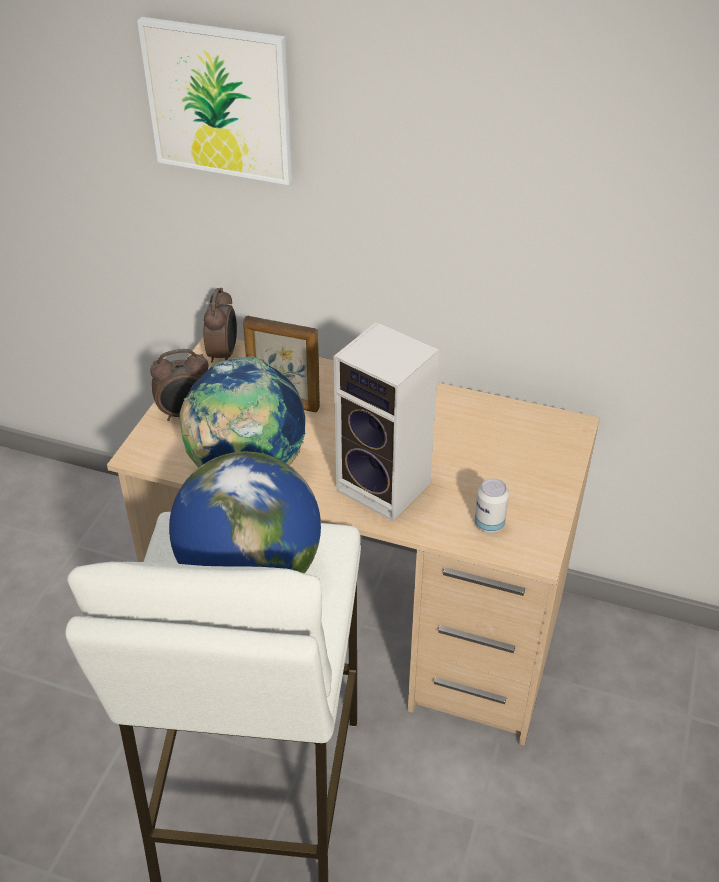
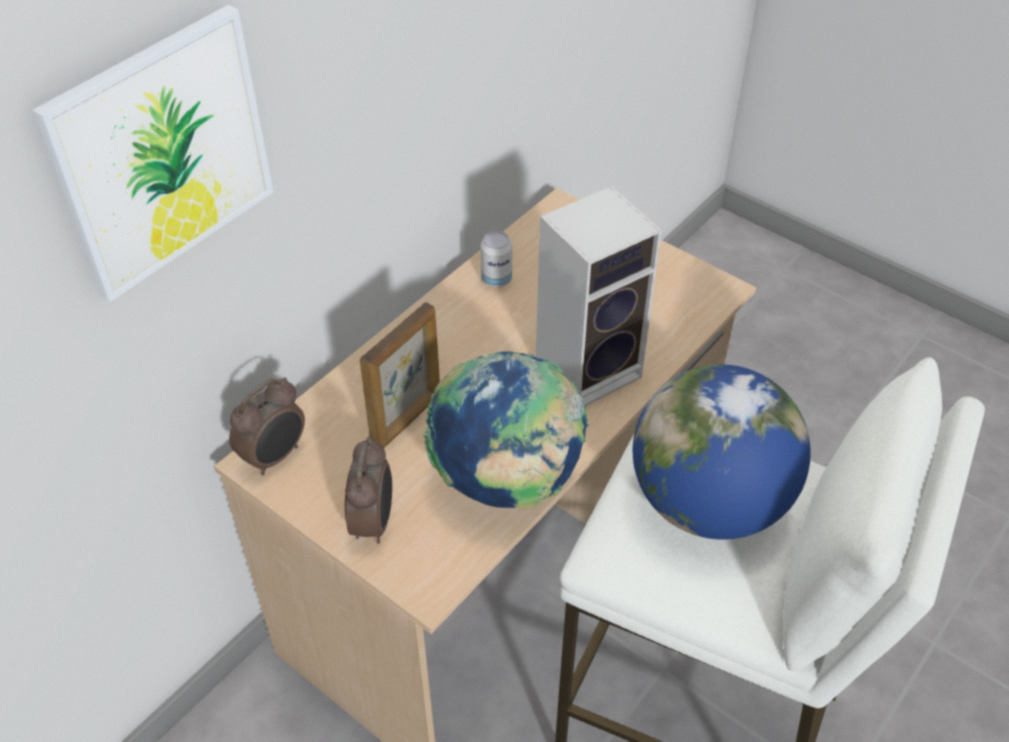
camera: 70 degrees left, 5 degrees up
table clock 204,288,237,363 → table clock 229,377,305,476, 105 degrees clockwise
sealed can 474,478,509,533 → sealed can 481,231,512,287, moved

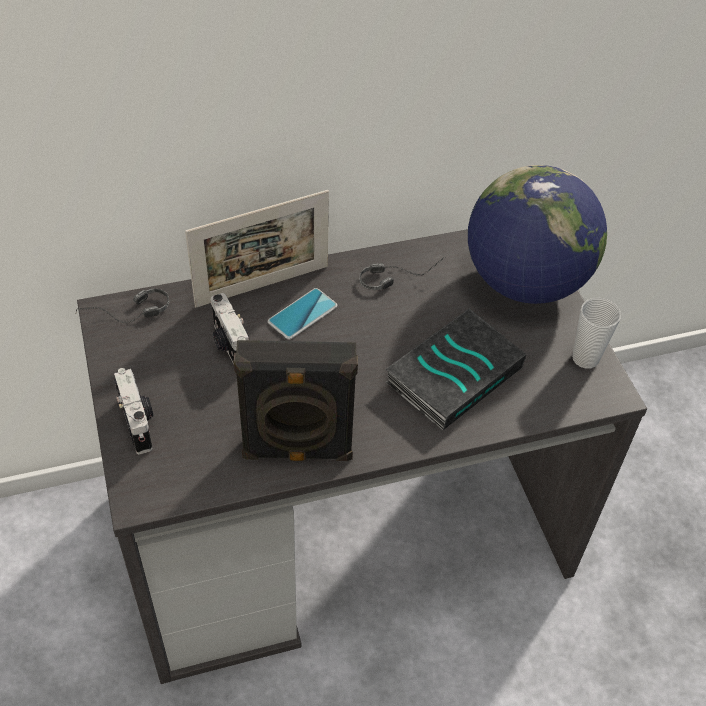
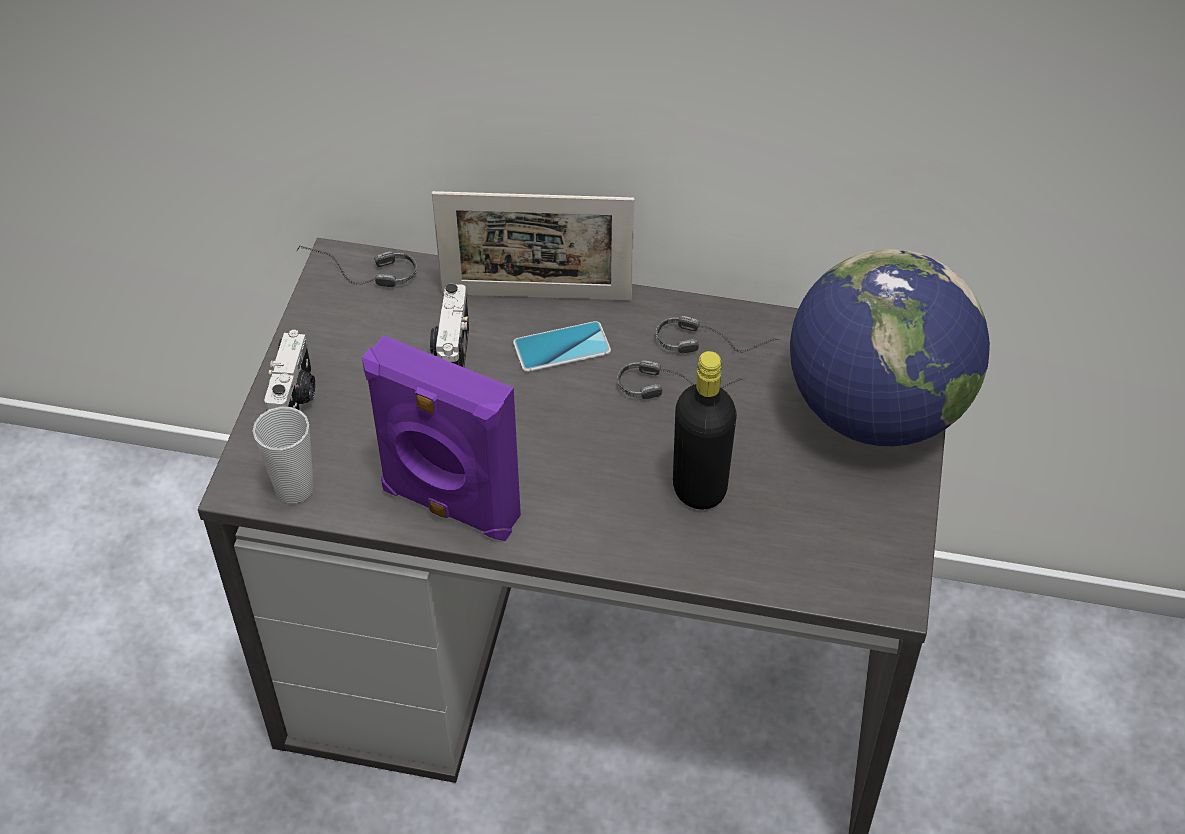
camera: 30 degrees right, 0 degrees up
drinking cup 572,298,621,369 → drinking cup 253,407,314,504, moved
volume 386,308,526,431 → black bottle 673,351,737,510
black speaker 234,340,358,461 → purple-coloured speaker 362,335,521,541
- → pair of headphones 617,360,745,399

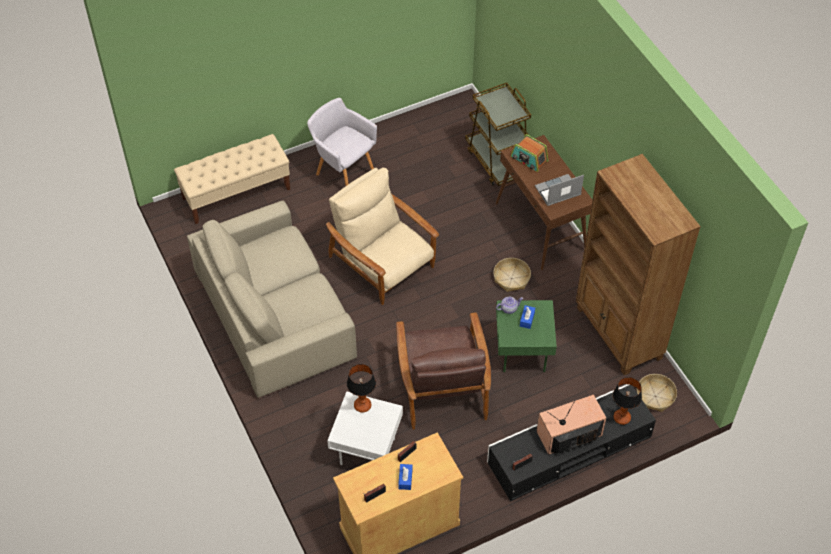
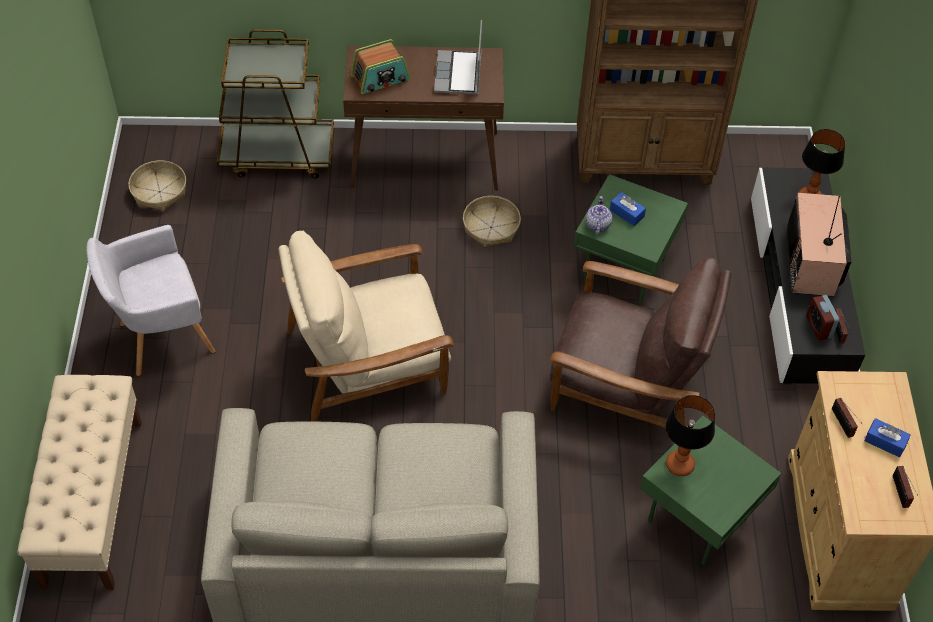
camera: 65 degrees left, 0 degrees up
storage basket 637,374,677,412 → storage basket 128,160,186,211, moved
white accent table 327,392,403,465 → greenish accent table 640,416,781,565
- → table clock 806,295,839,340

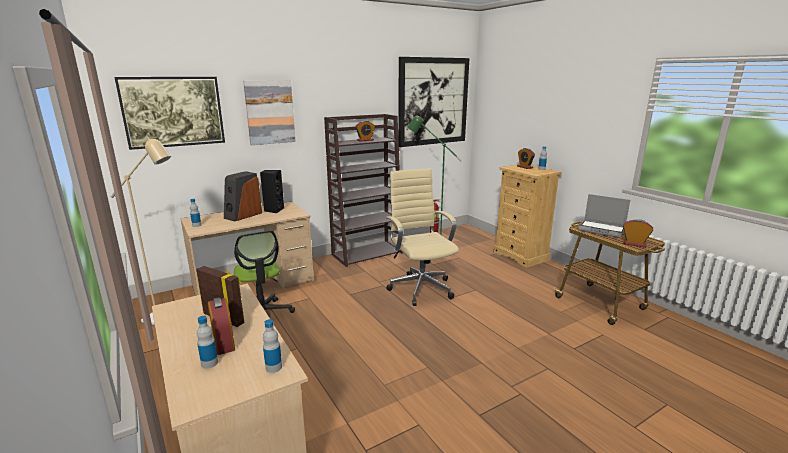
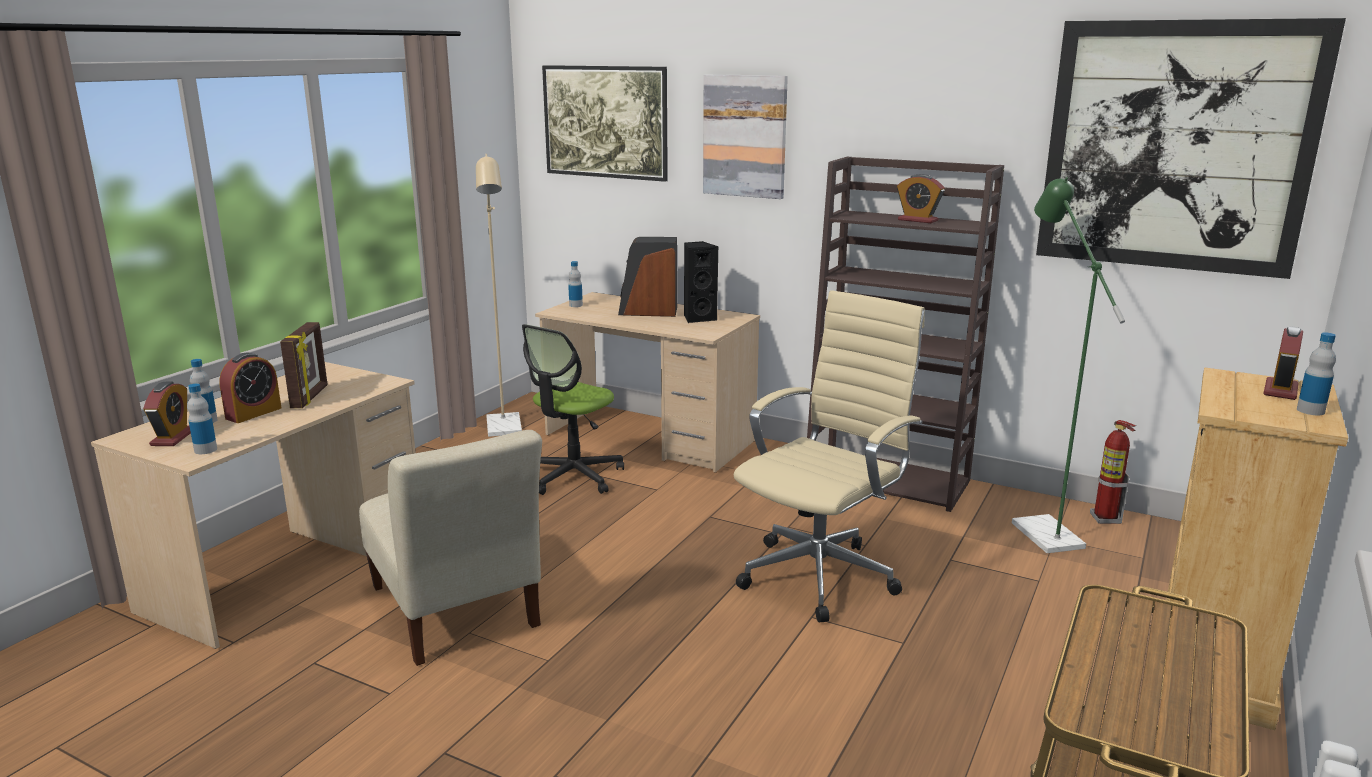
camera: 60 degrees right, 0 degrees up
laptop 578,194,630,238 → -
table clock 623,219,653,248 → table clock 144,382,191,446, moved
- → beige chair 359,430,542,666

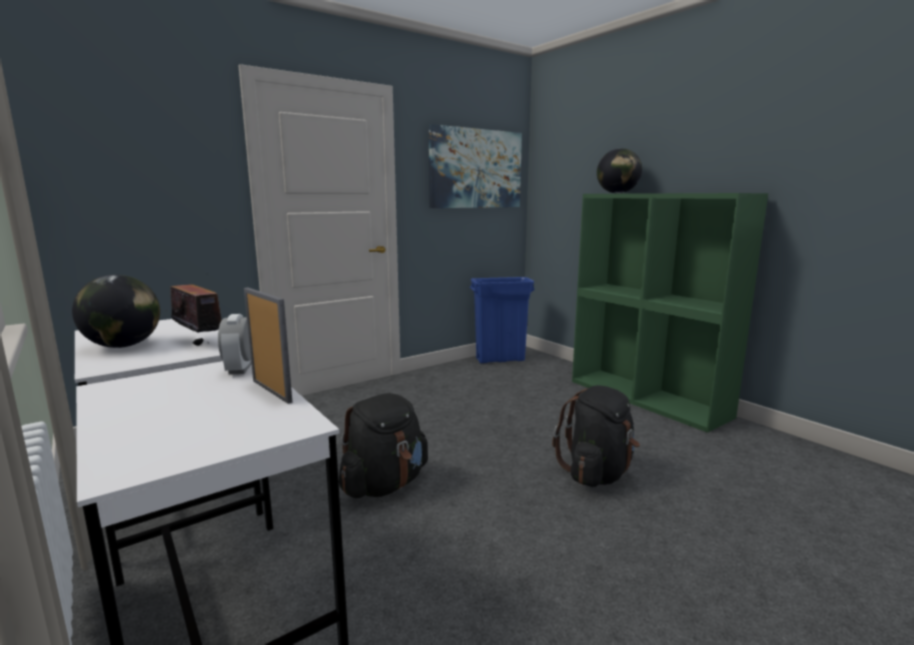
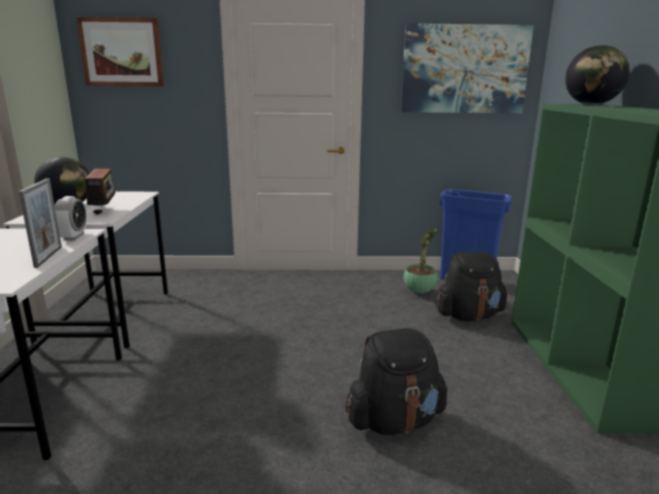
camera: 35 degrees right, 5 degrees up
table clock 218,314,252,375 → table clock 55,196,86,241, 150 degrees clockwise
black knapsack 339,393,428,498 → black knapsack 435,251,507,321, moved
- → wall art 76,17,164,86
- → potted plant 404,229,438,294

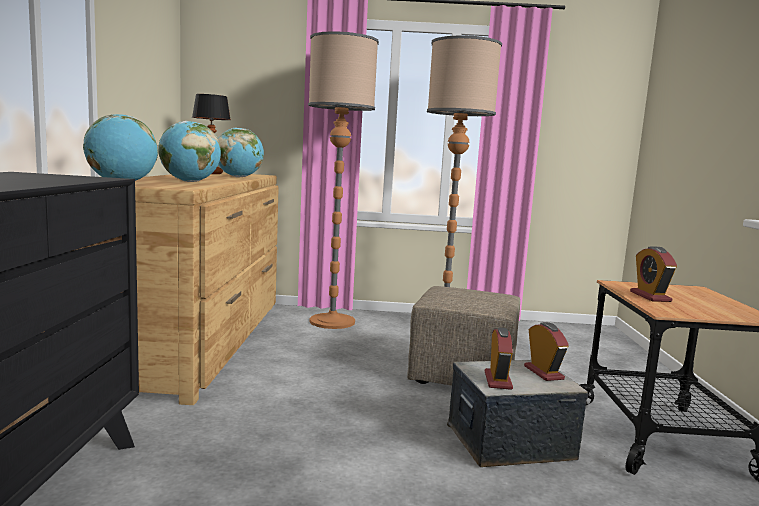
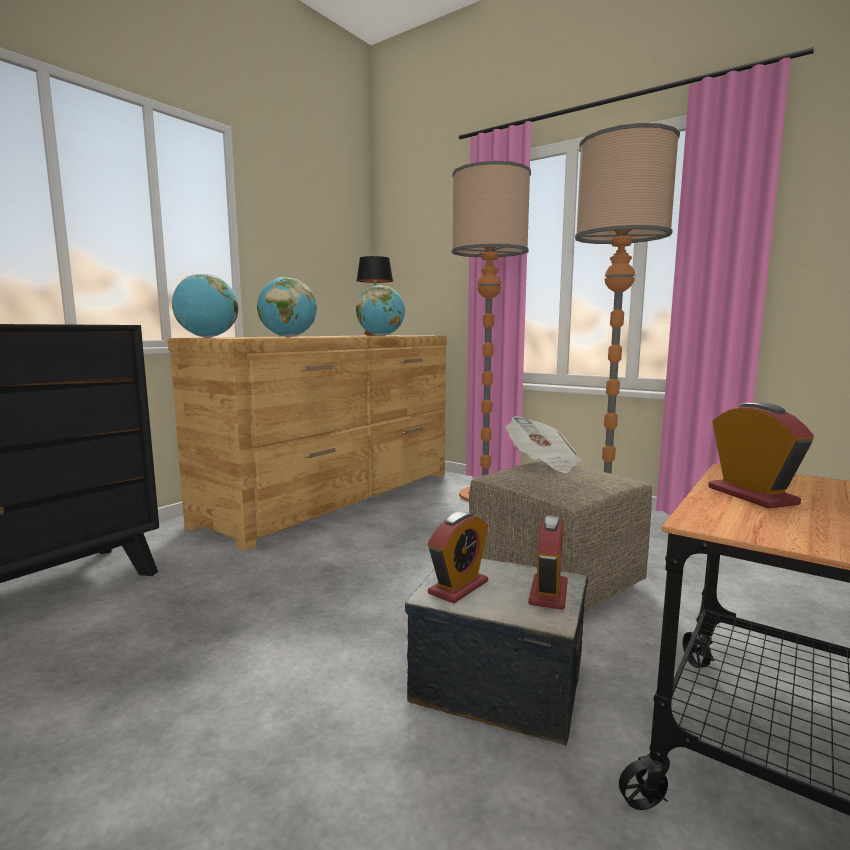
camera: 35 degrees right, 0 degrees up
table clock 630,246,677,302 → table clock 708,402,814,508, 135 degrees clockwise
- → newspaper 506,416,581,473

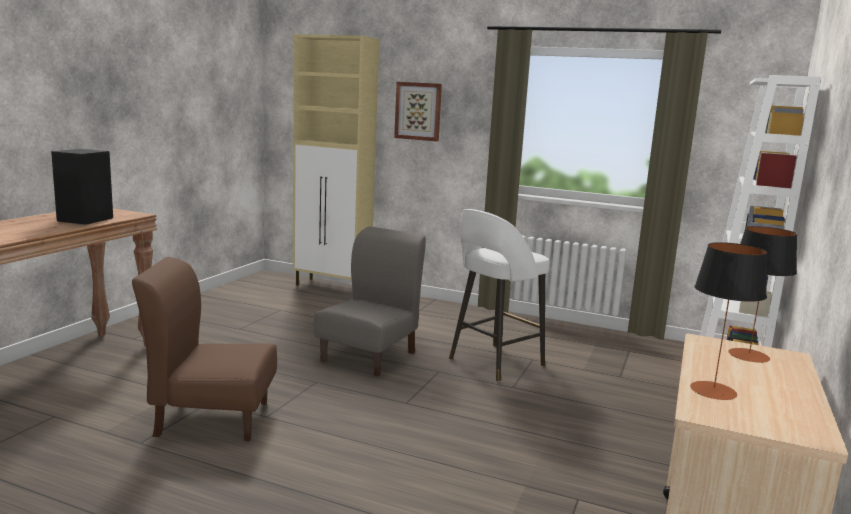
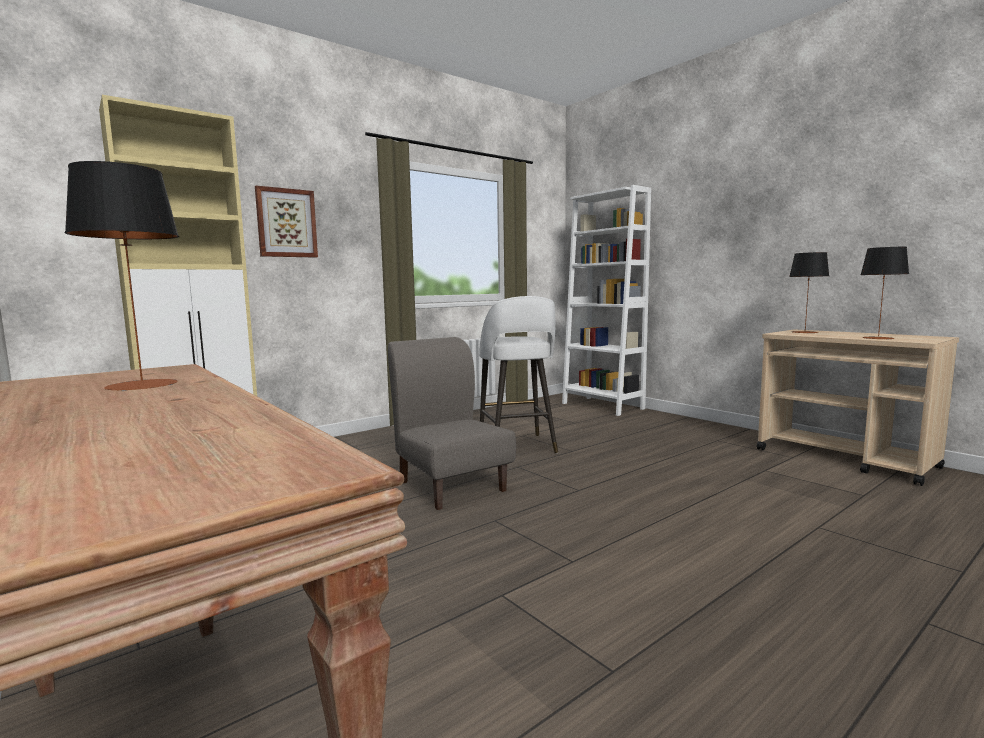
camera: 60 degrees left, 5 degrees down
black speaker 51,149,113,225 → lamp for a table 65,161,179,391
brown-coloured chair 132,257,277,441 → -

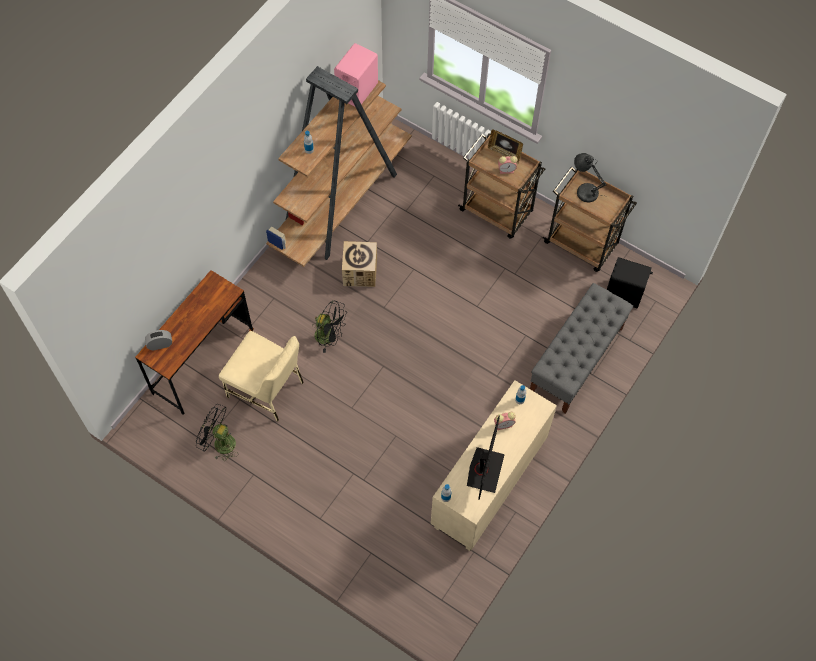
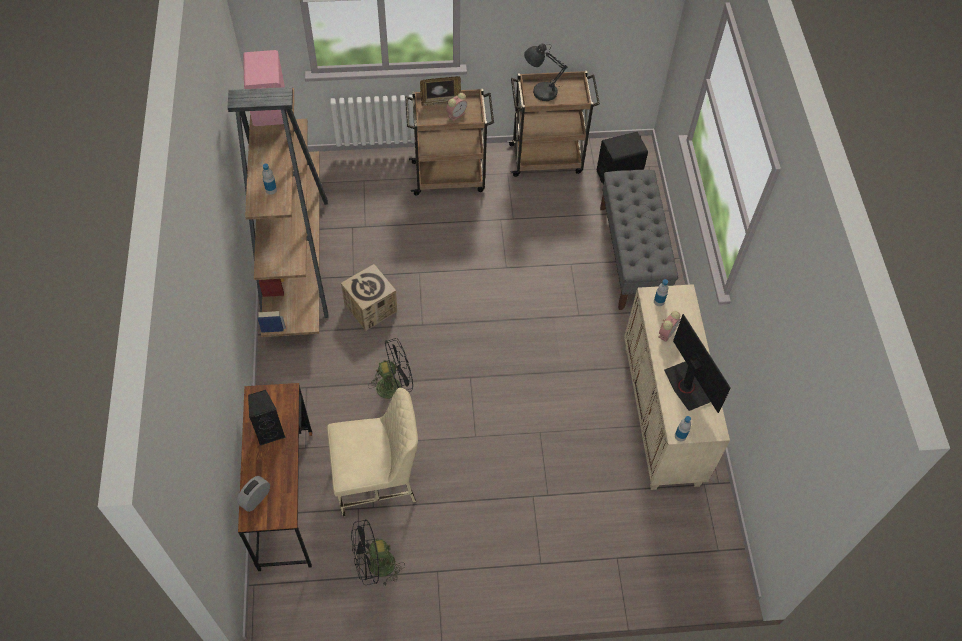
camera: 40 degrees left, 5 degrees down
- → black speaker 248,390,286,445

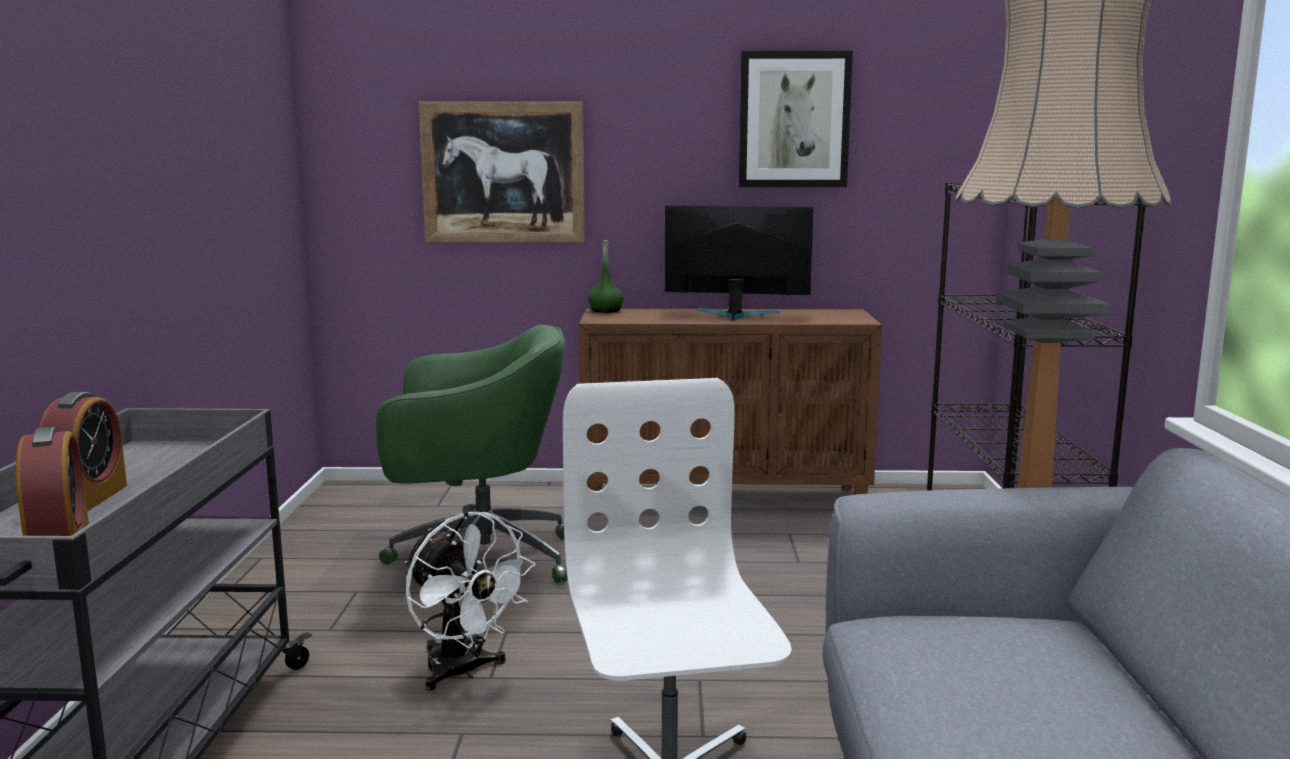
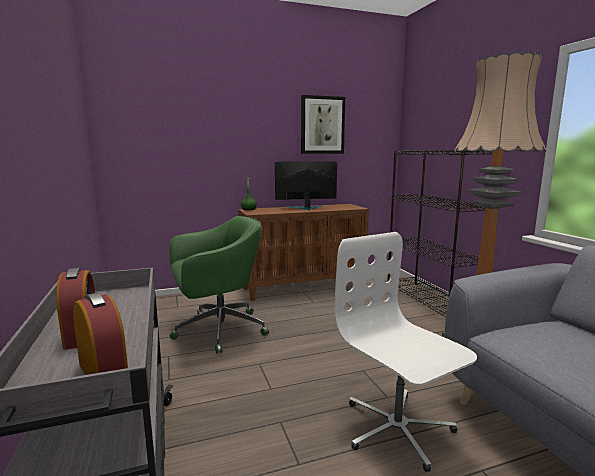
camera: 20 degrees left, 0 degrees up
wall art 419,101,585,243 → -
white electric fan 405,511,535,691 → -

